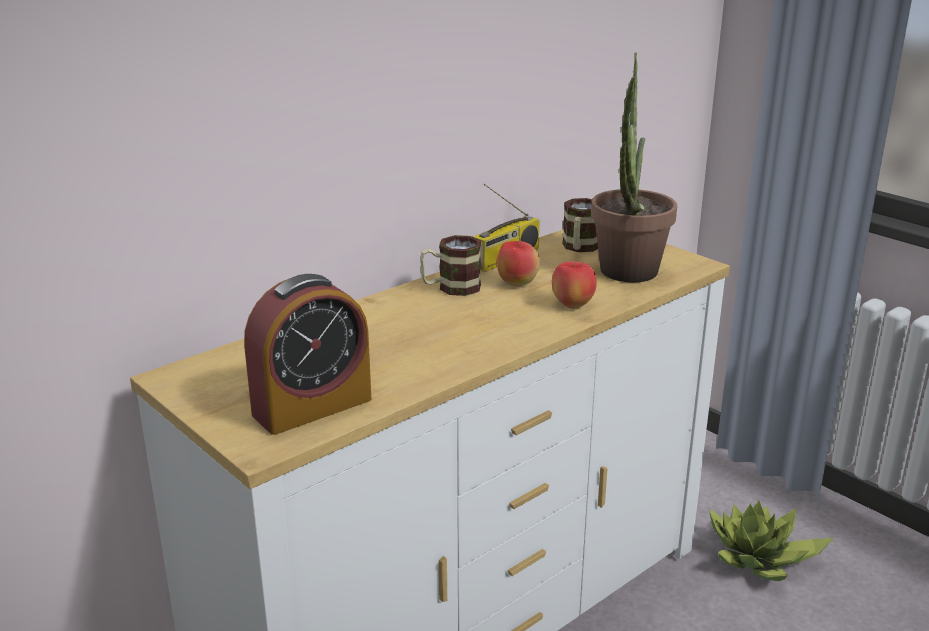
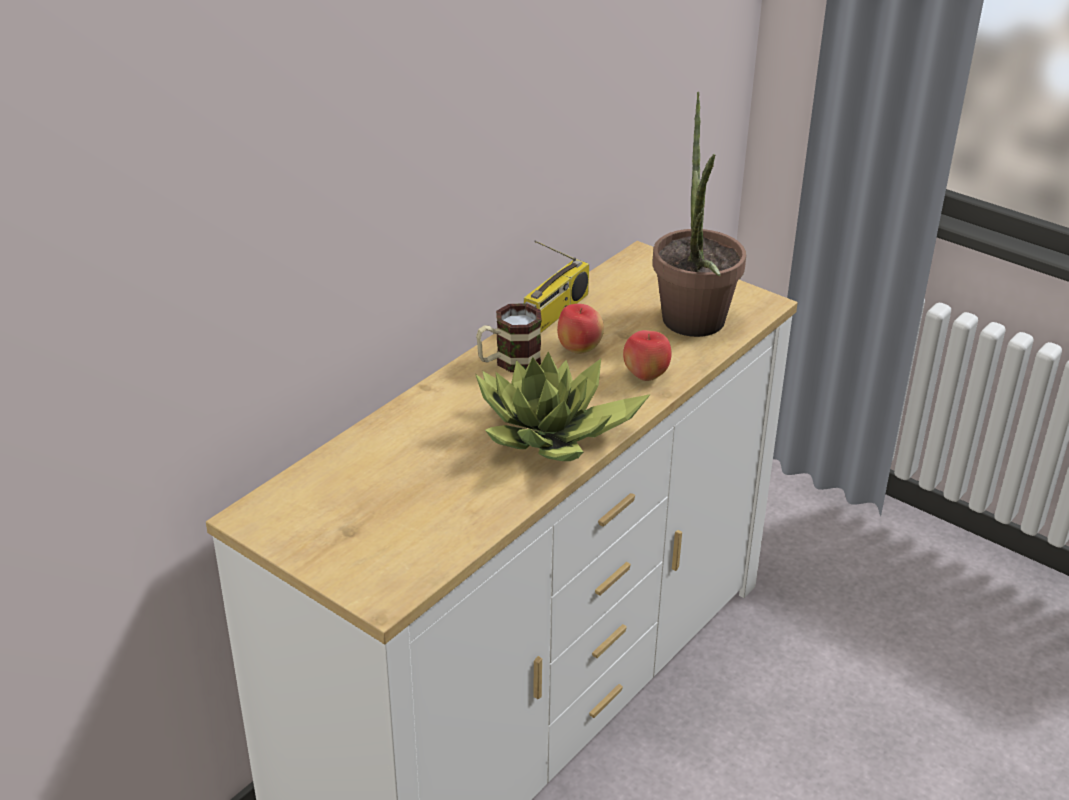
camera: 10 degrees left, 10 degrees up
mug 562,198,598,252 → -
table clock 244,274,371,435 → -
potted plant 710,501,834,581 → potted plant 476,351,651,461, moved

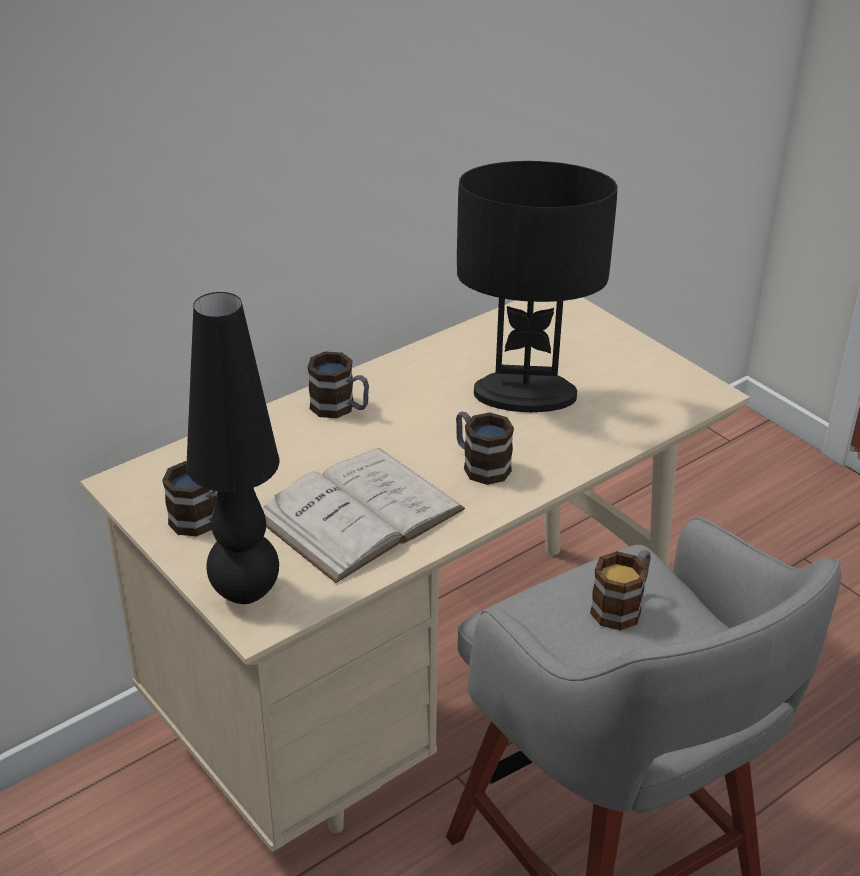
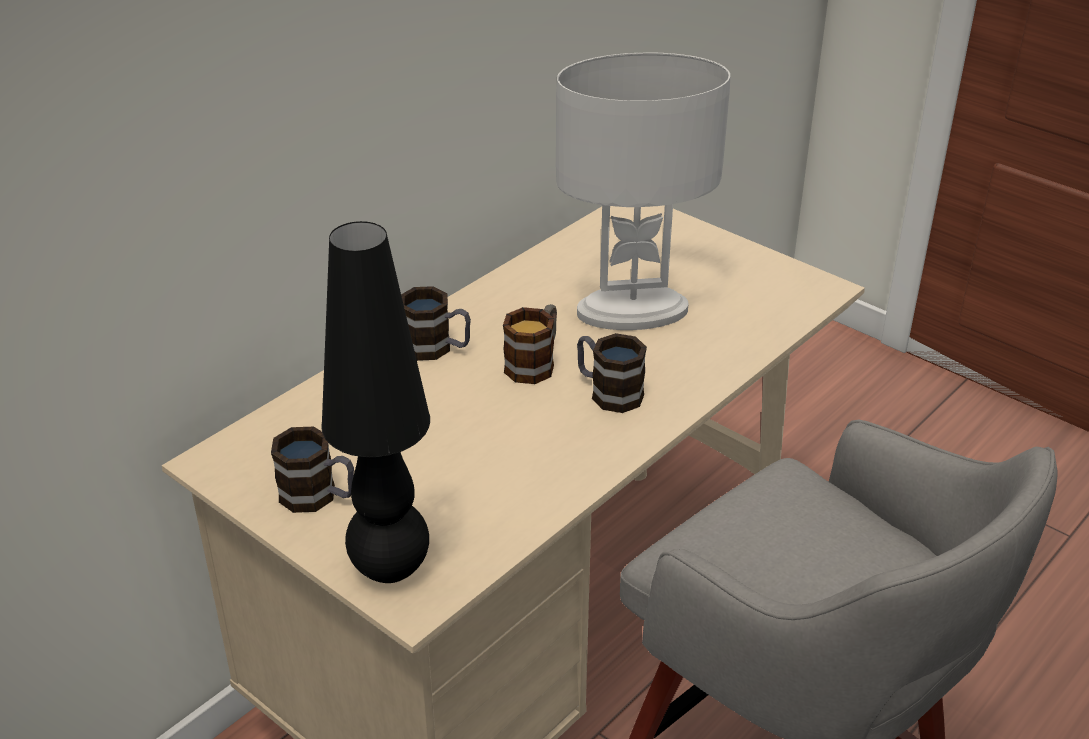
camera: 10 degrees left, 0 degrees up
black lamp for a table 457,161,617,412 → white lamp for a table 556,53,730,330
white volume 262,448,465,583 → -
mug 590,550,651,630 → mug 503,304,557,384, moved

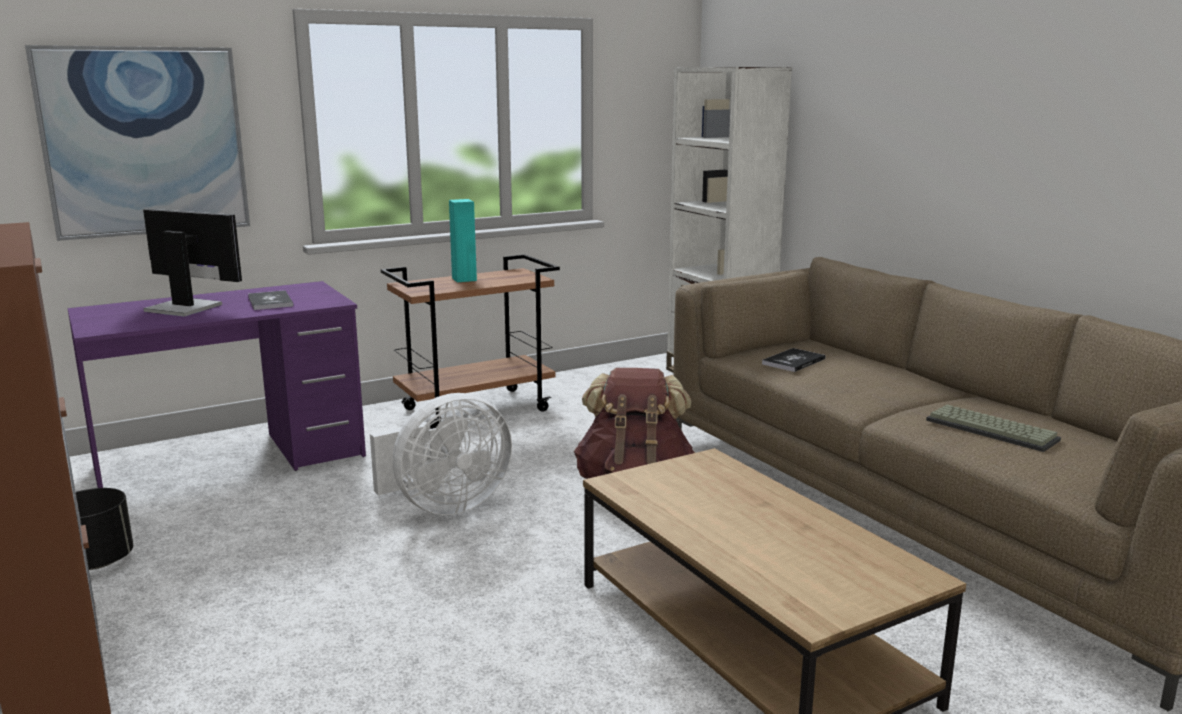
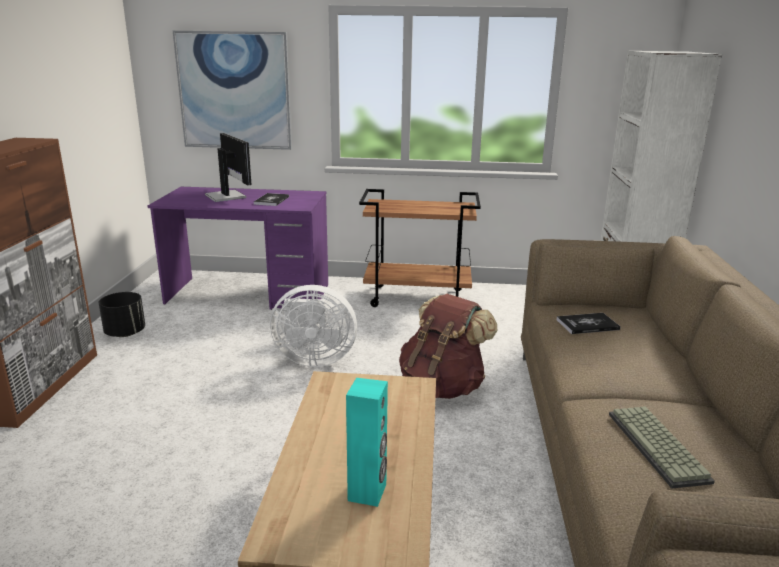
camera: 35 degrees right, 5 degrees up
turquoise speaker 449,199,477,282 → turquoise speaker 346,378,388,507, moved

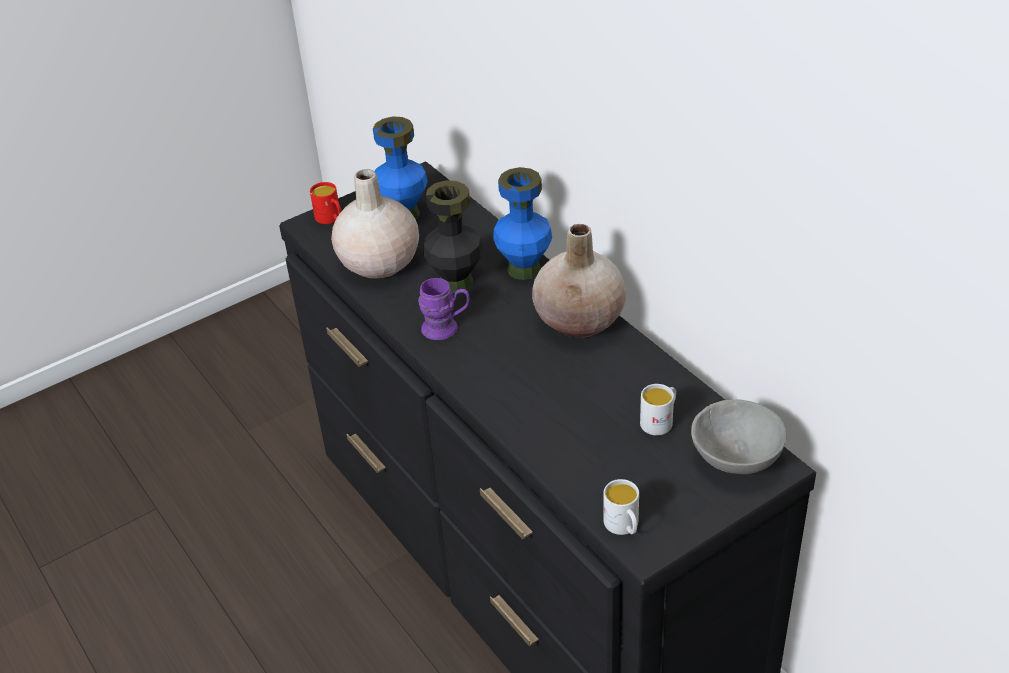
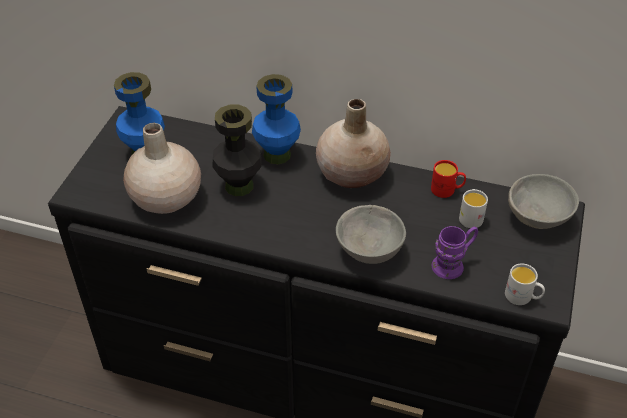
camera: 40 degrees left, 5 degrees up
red-coloured mug 310,182,341,224 → red-coloured mug 431,160,466,198, moved
purple-coloured mug 418,278,469,340 → purple-coloured mug 431,226,478,279, moved
- → greyish bowl 336,205,406,264

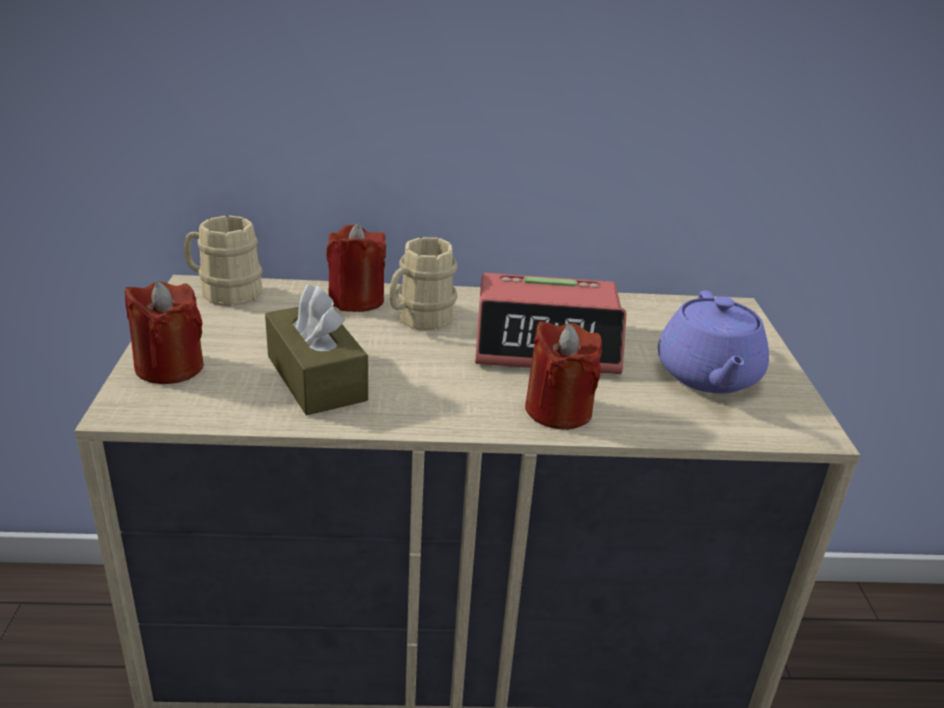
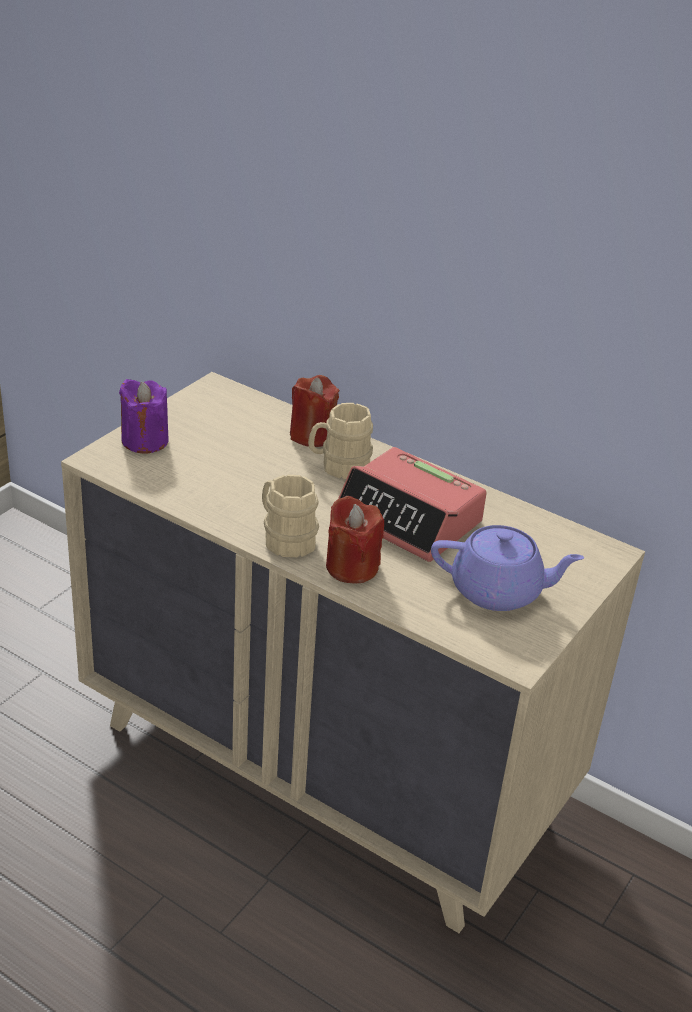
camera: 35 degrees right, 5 degrees up
beige mug 184,215,262,307 → beige mug 262,474,319,557, moved
red-coloured candle 125,281,204,384 → purple-coloured candle 119,379,169,454
brown-coloured tissue box 265,285,368,415 → -
purple-coloured pot for tea 658,291,769,394 → purple-coloured pot for tea 431,525,585,611, 120 degrees counterclockwise

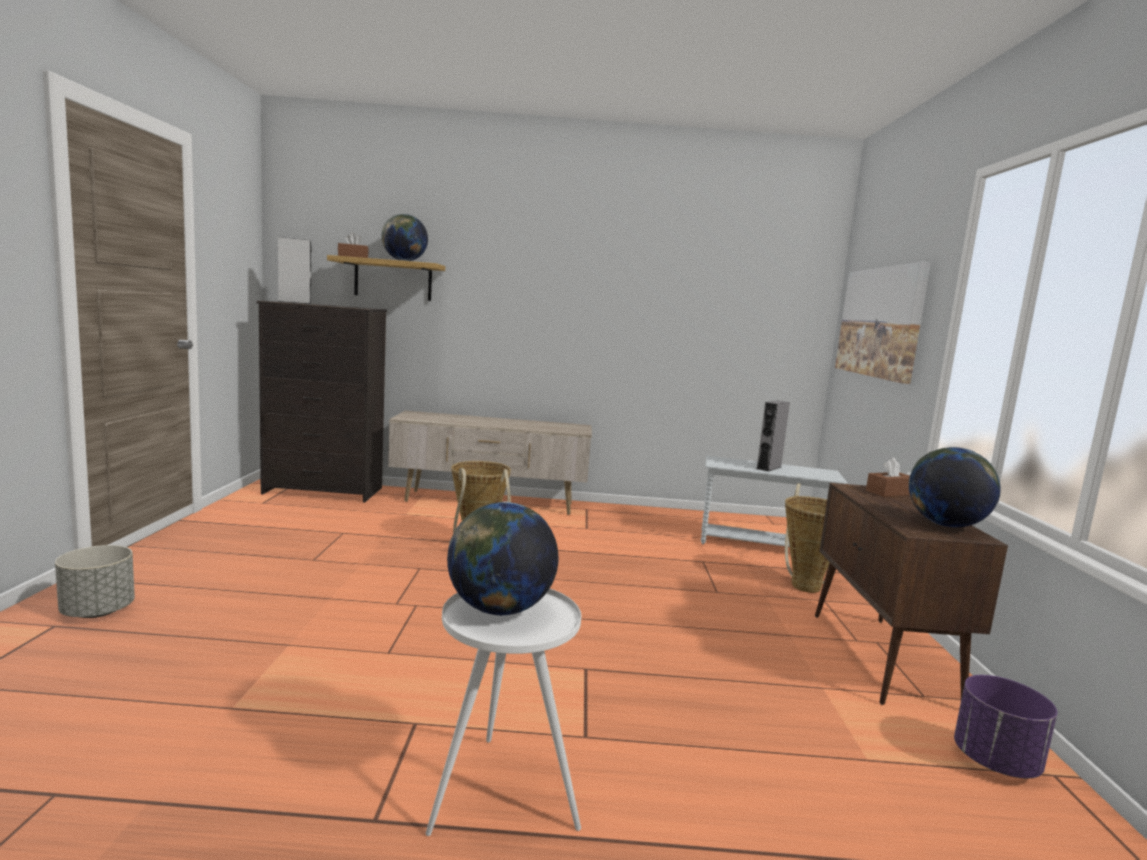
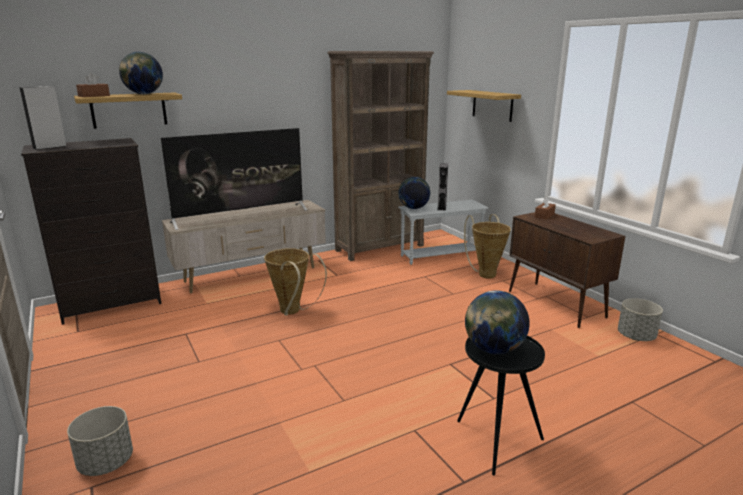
camera: 30 degrees left, 10 degrees up
wall art 835,262,931,384 → bracket shelf 447,90,521,122
globe 909,447,1001,528 → globe 398,177,430,209, moved
white accent table 426,589,581,836 → black accent table 457,336,545,475
purple-coloured flower pot 954,675,1057,778 → greyish flower pot 618,298,663,341
- → brown-coloured shelving unit 327,51,434,261
- → TV set 161,128,307,230

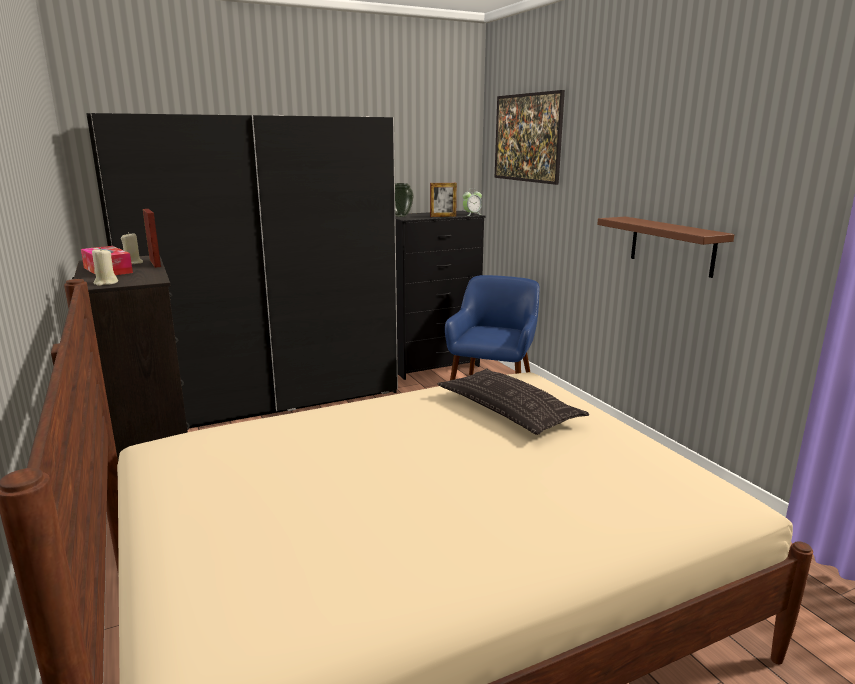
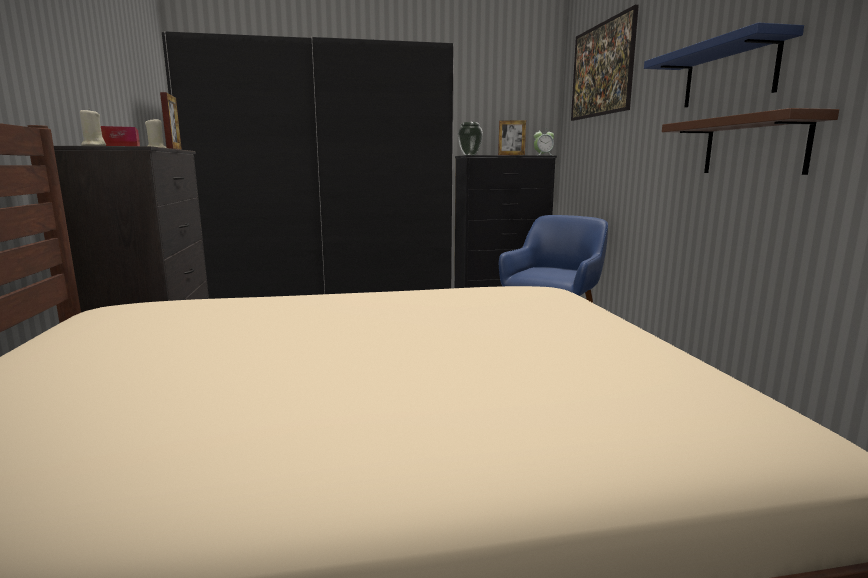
camera: 15 degrees right, 5 degrees down
throw pillow 438,368,589,435 → -
- → blue-coloured bracket shelf 644,22,804,108

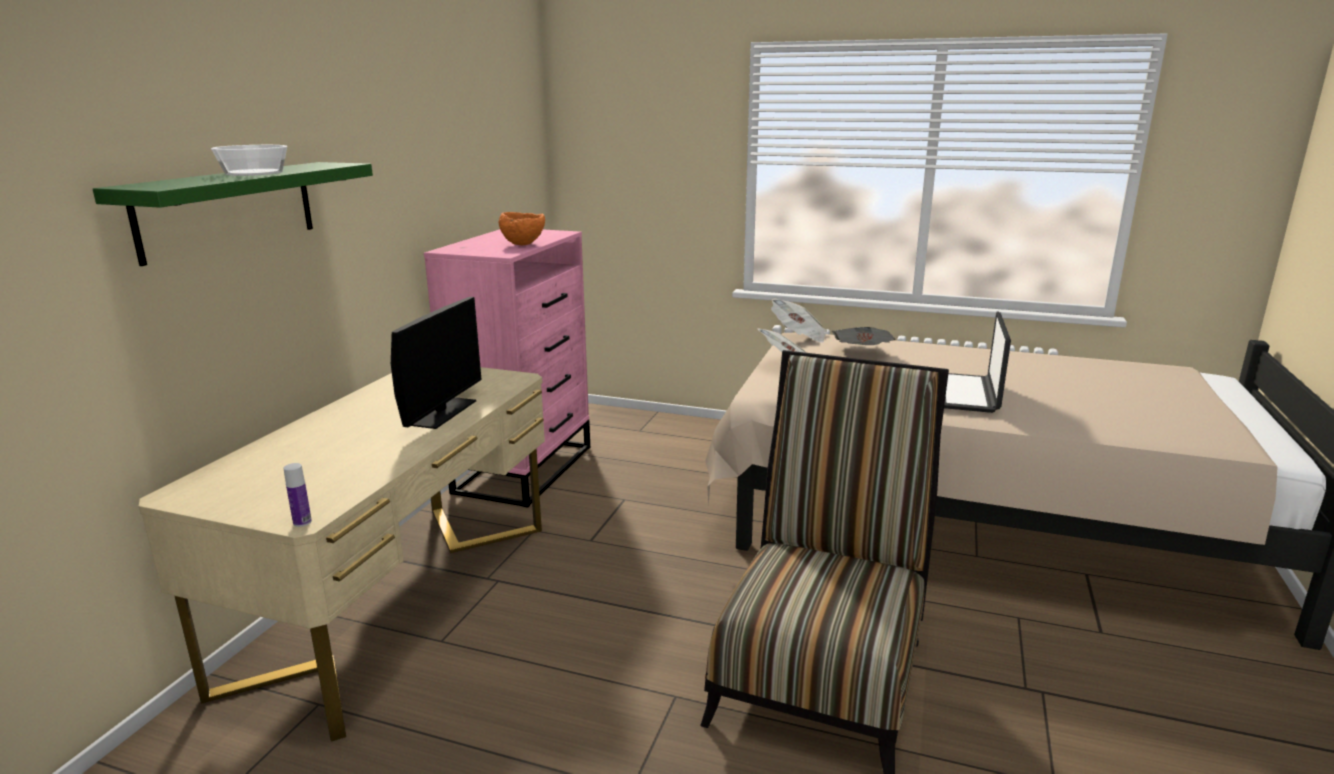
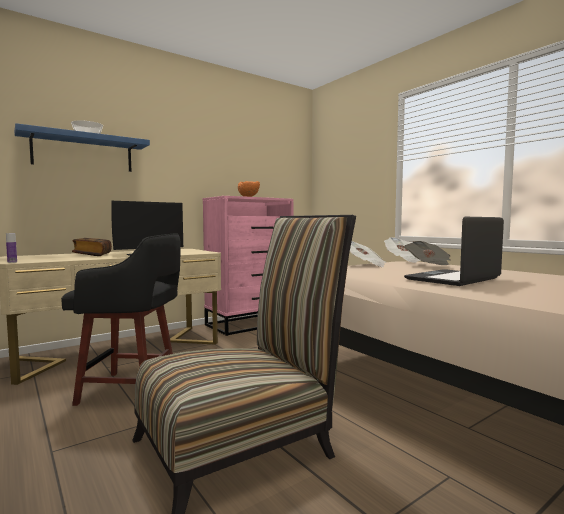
camera: 35 degrees right, 15 degrees down
greenish bracket shelf 93,162,373,266 → blue-coloured bracket shelf 14,123,150,172
- → black sitting stool 61,233,181,406
- → volume 72,238,112,256

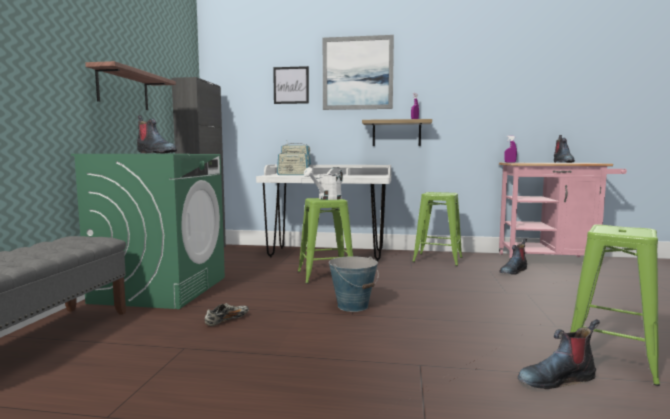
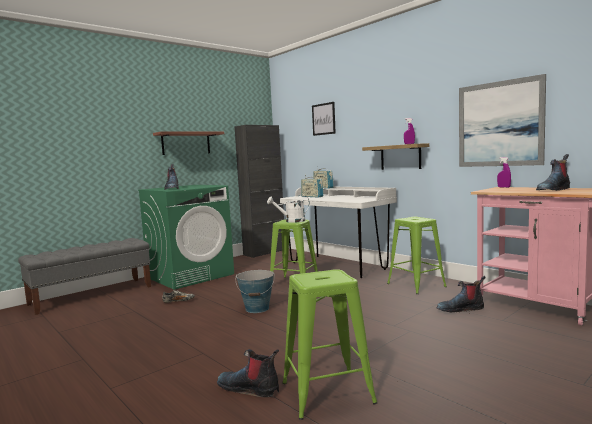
camera: 40 degrees right, 0 degrees up
wall art 323,35,394,110 → wall art 459,74,546,167, moved

